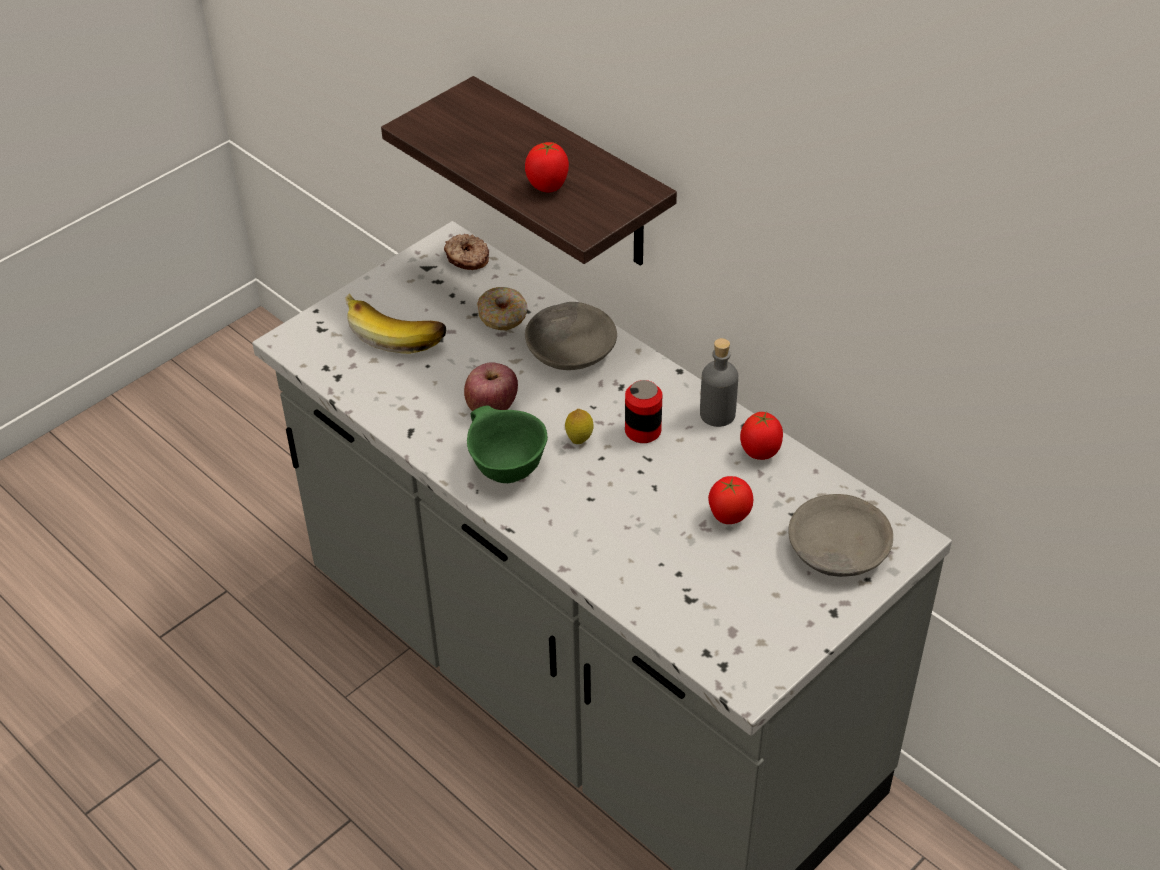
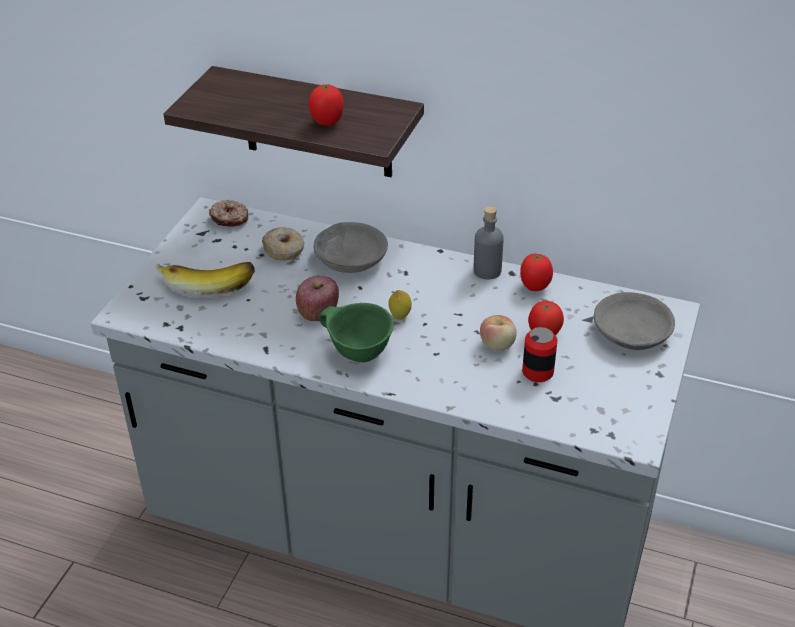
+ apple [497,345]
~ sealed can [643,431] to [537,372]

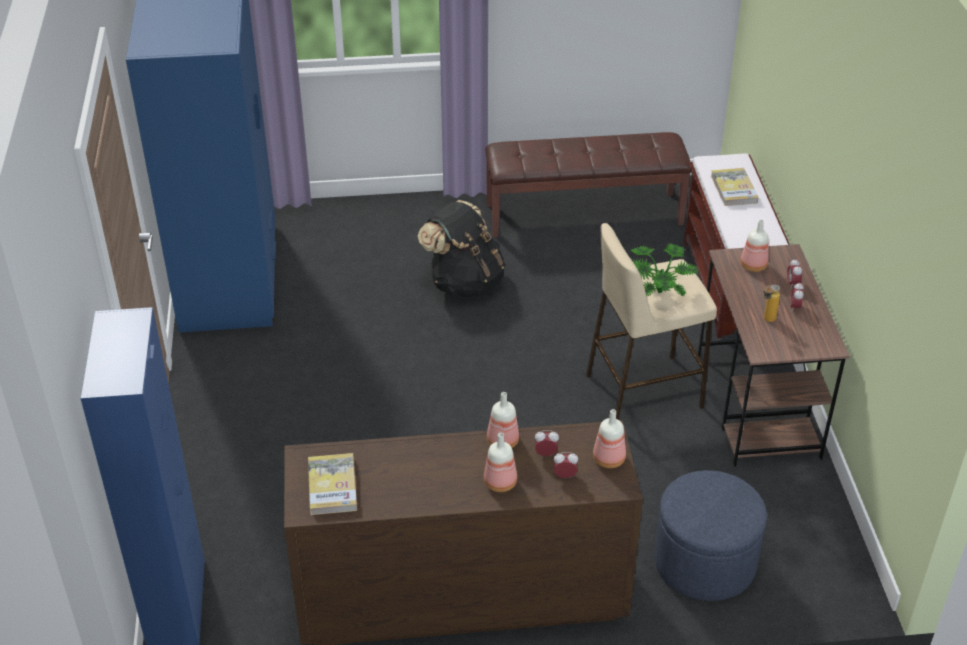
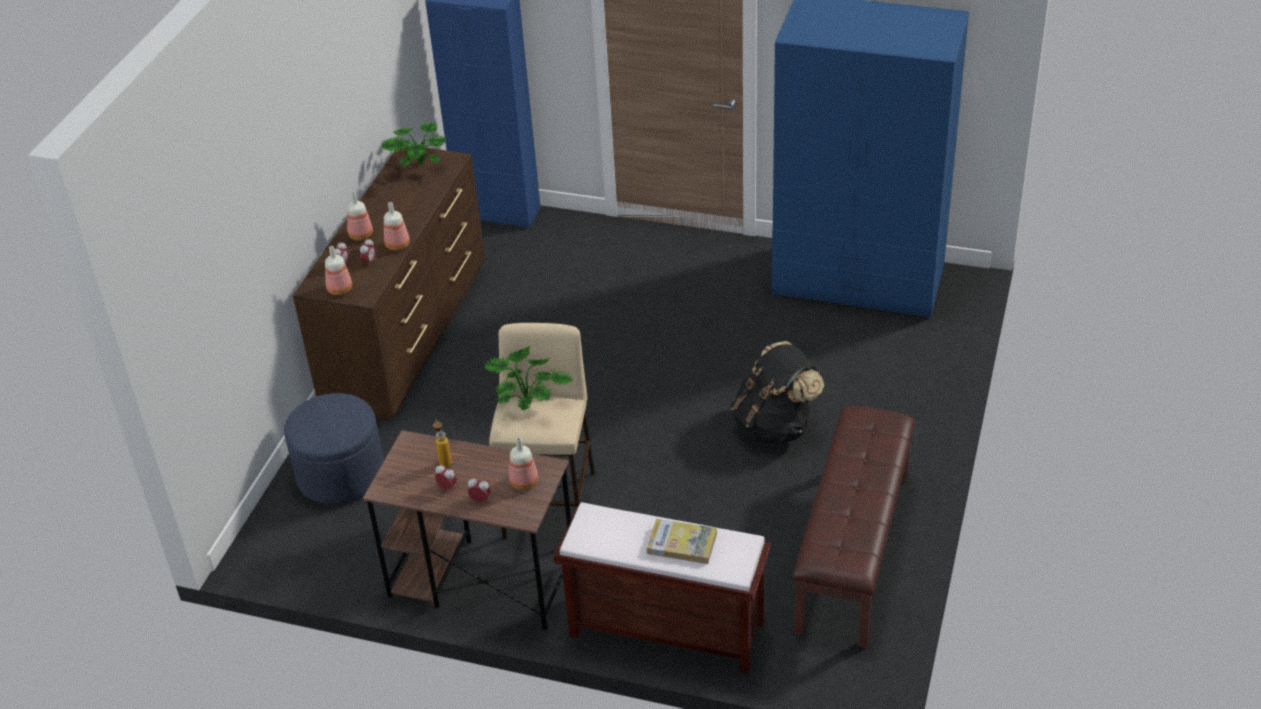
~ bound book [332,486] to houseplant [417,166]

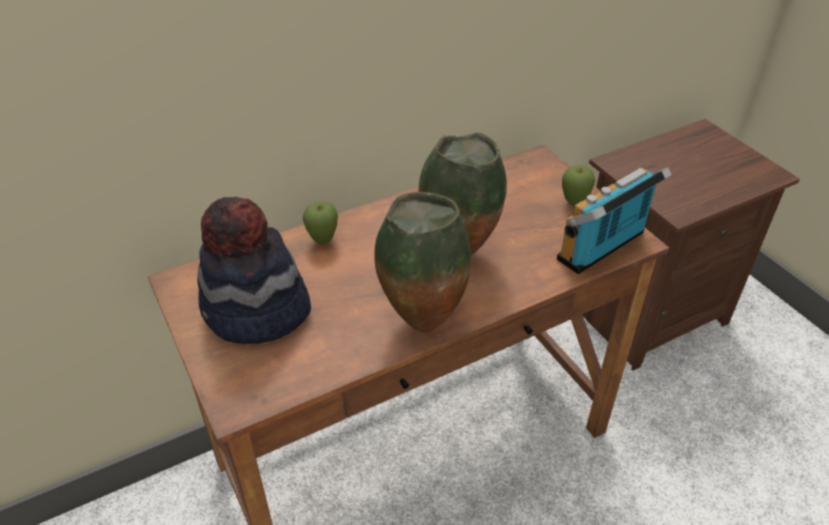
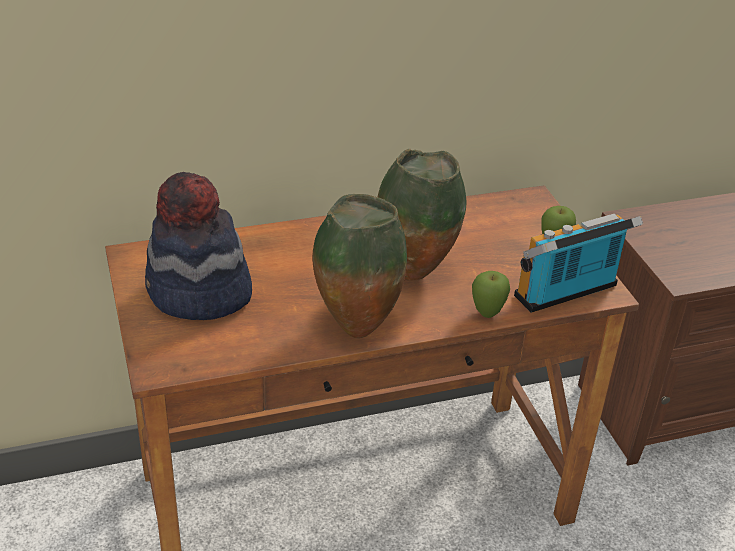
~ apple [323,240] to [487,314]

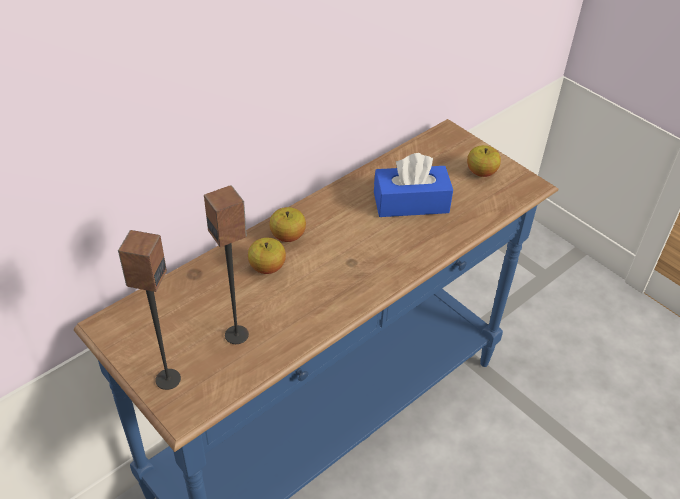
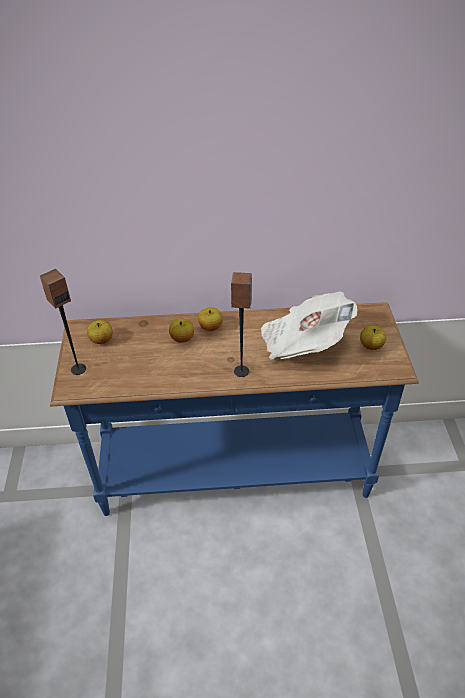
+ apple [101,340]
~ loudspeaker [237,334] to [241,371]
~ tissue box (blue-coloured) [411,203] to daily paper [303,342]

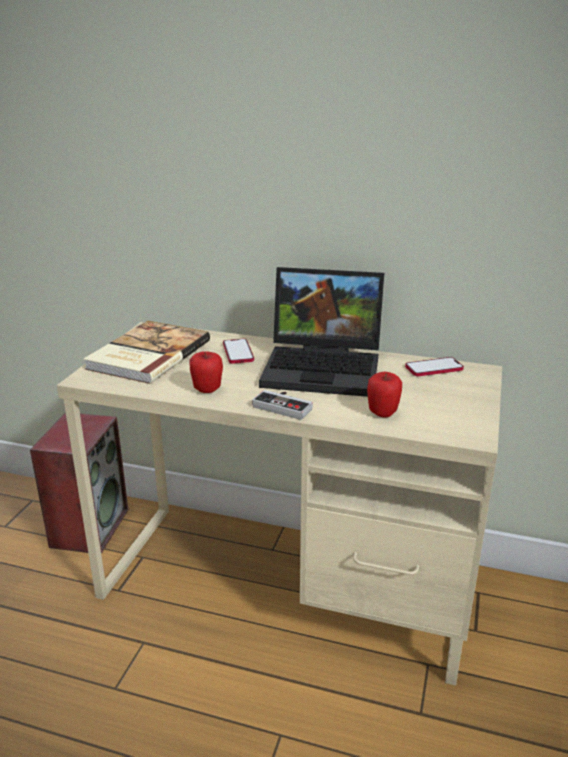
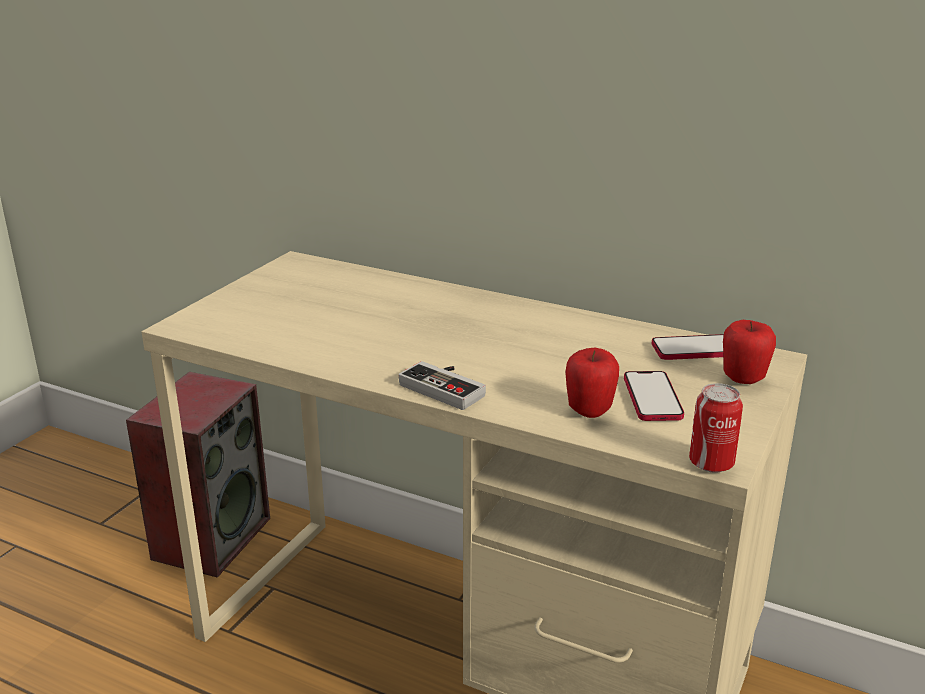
~ telephone [238,352] to [652,398]
+ sealed can [711,463]
~ apple [207,390] to [743,379]
- bound book [147,355]
- laptop [325,368]

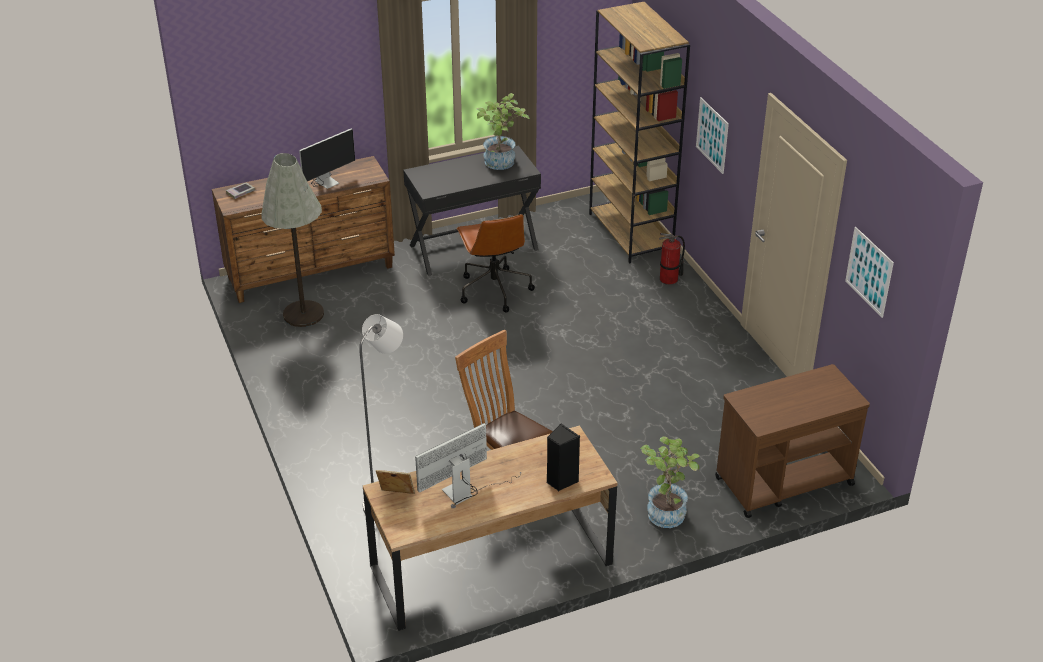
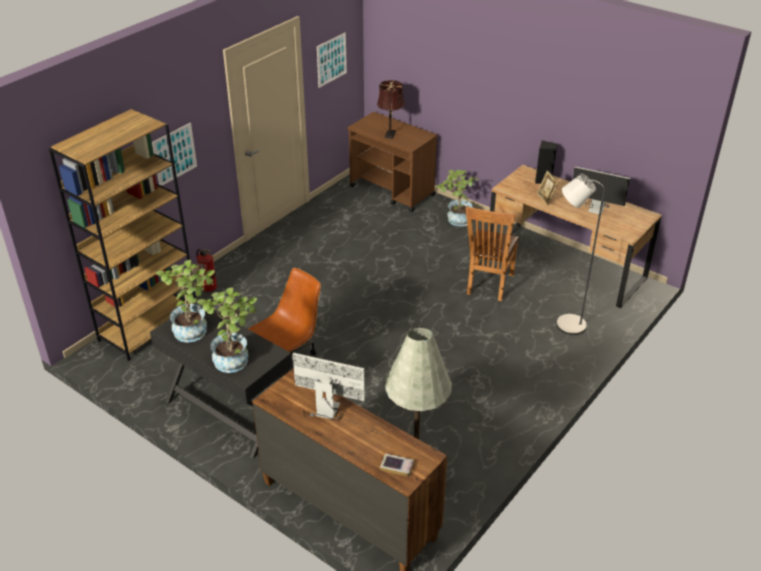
+ houseplant [234,358]
+ lamp for a table (brown) [390,134]
~ picture frame [396,496] to [546,198]

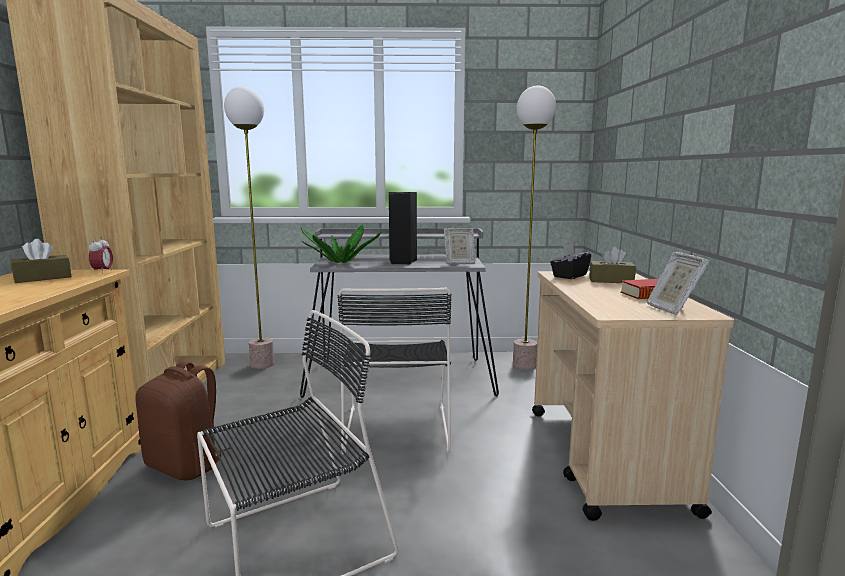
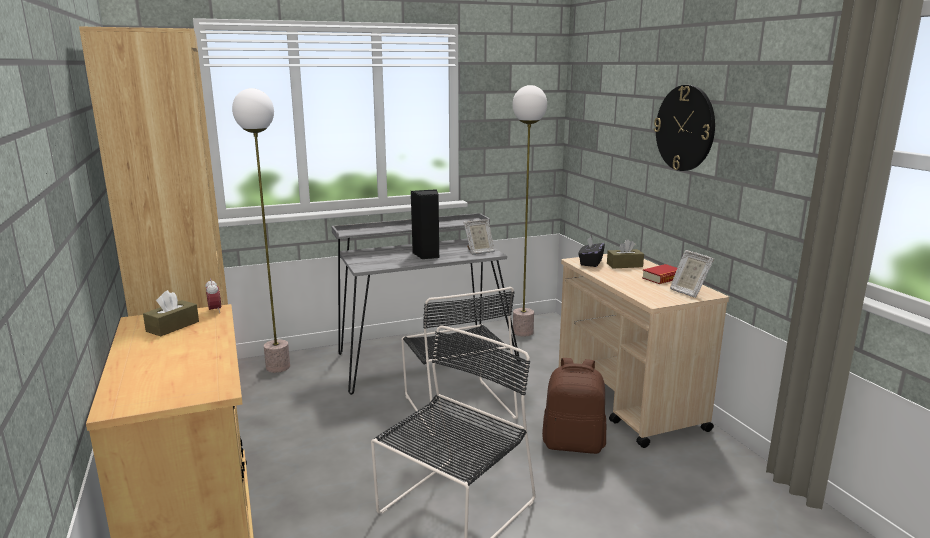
~ knapsack (brown) [186,465] to [573,444]
+ clock on the wall [685,128]
- houseplant [341,262]

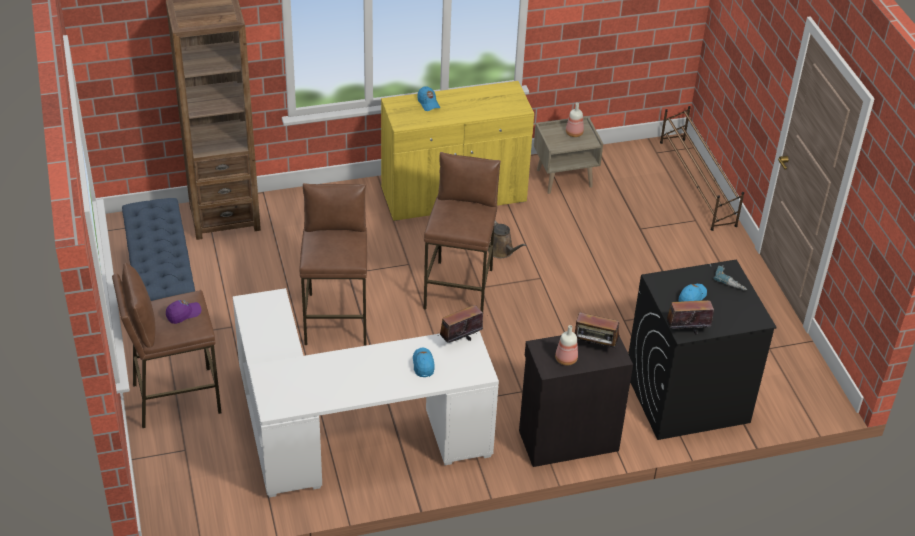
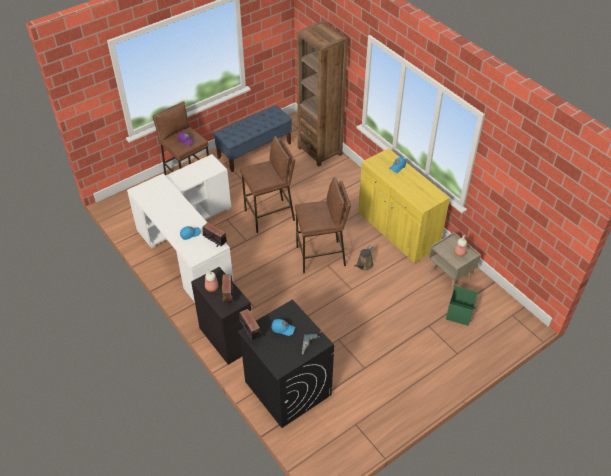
+ storage container (greenish) [460,313]
- shoe rack (brown) [697,183]

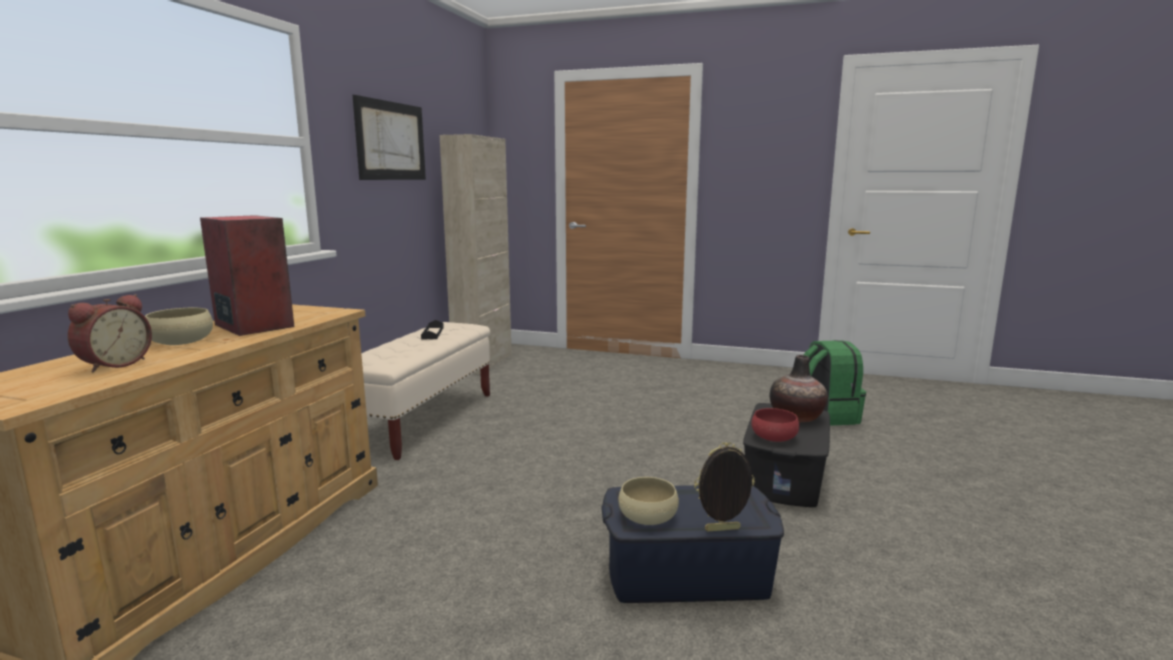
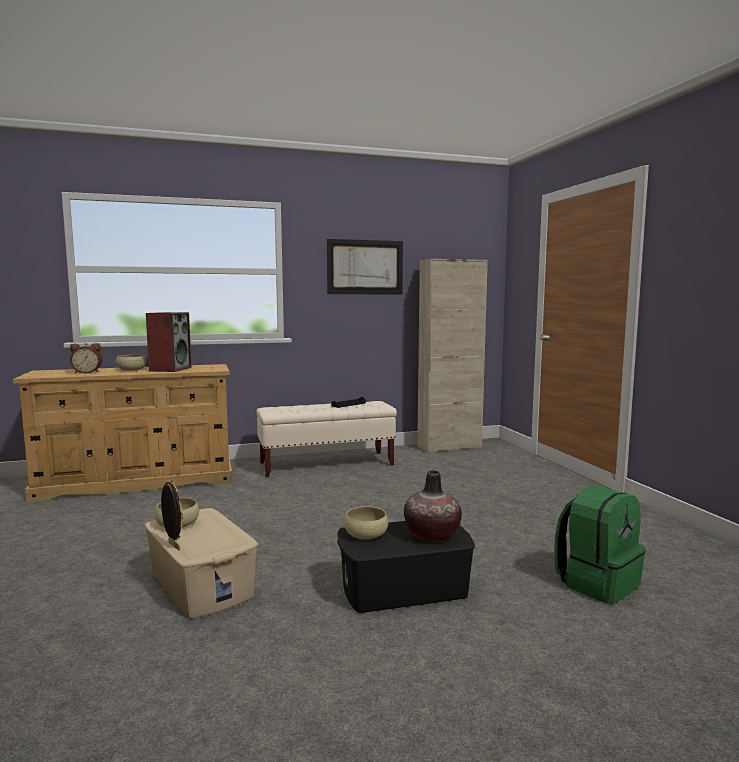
~ storage container (blue-coloured) [686,573] to storage container (sand-coloured) [202,584]
~ serving bowl (red-coloured) [774,437] to serving bowl (sand-coloured) [366,534]

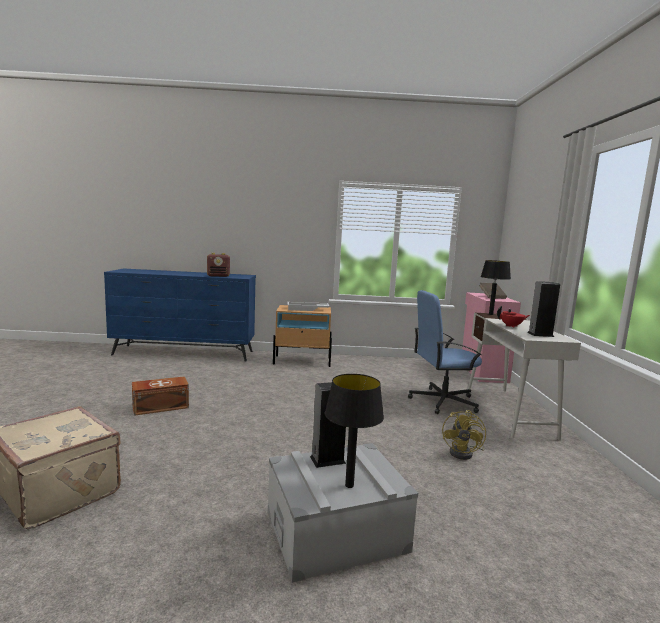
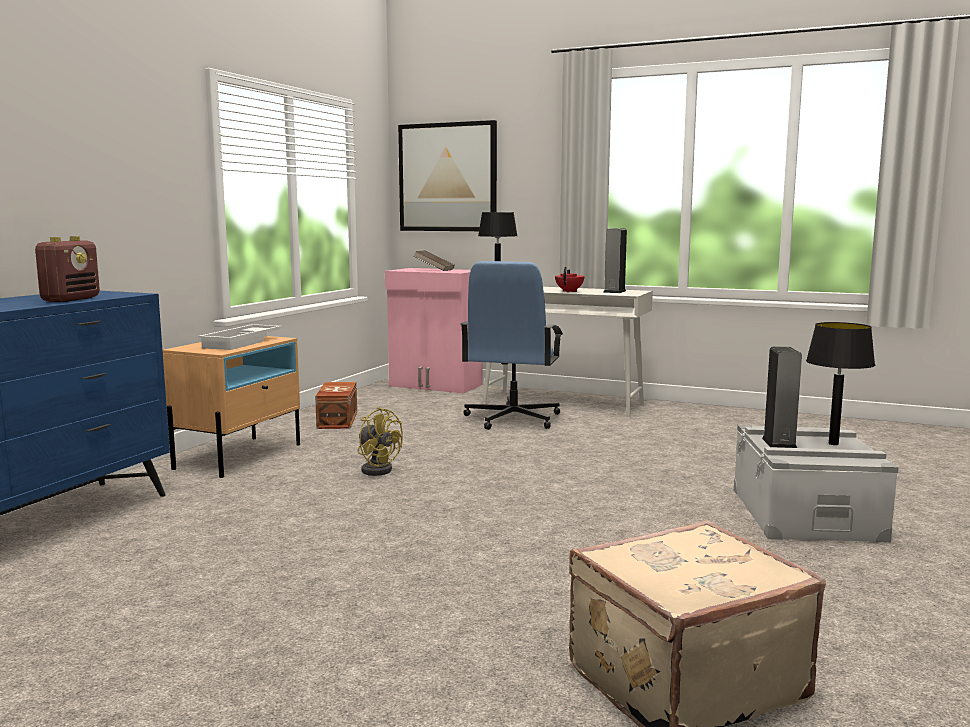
~ storage container (brown) [159,406] to [336,420]
~ electric fan (yellow-coloured) [465,453] to [377,469]
+ picture [448,177]

